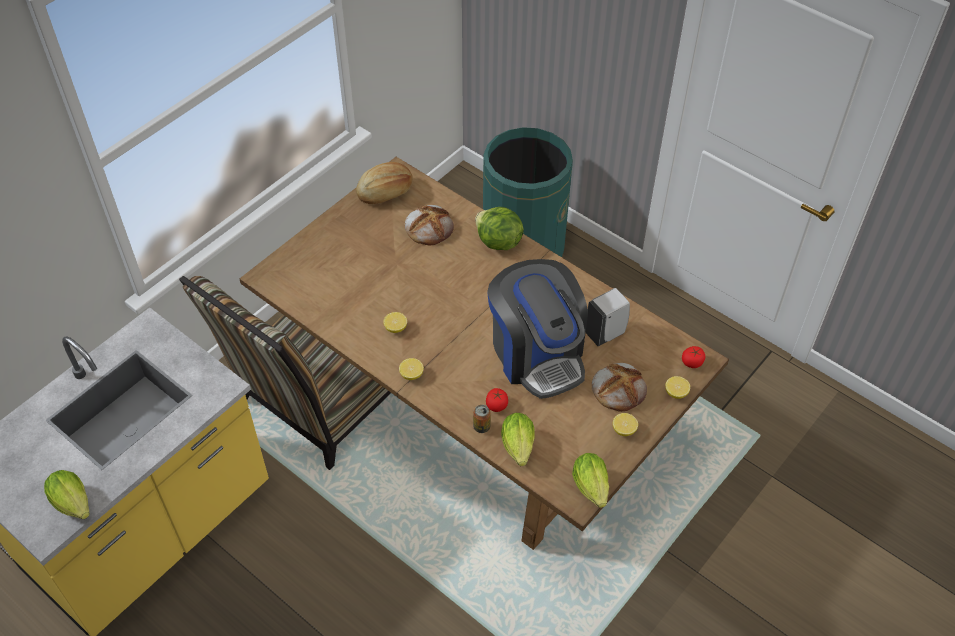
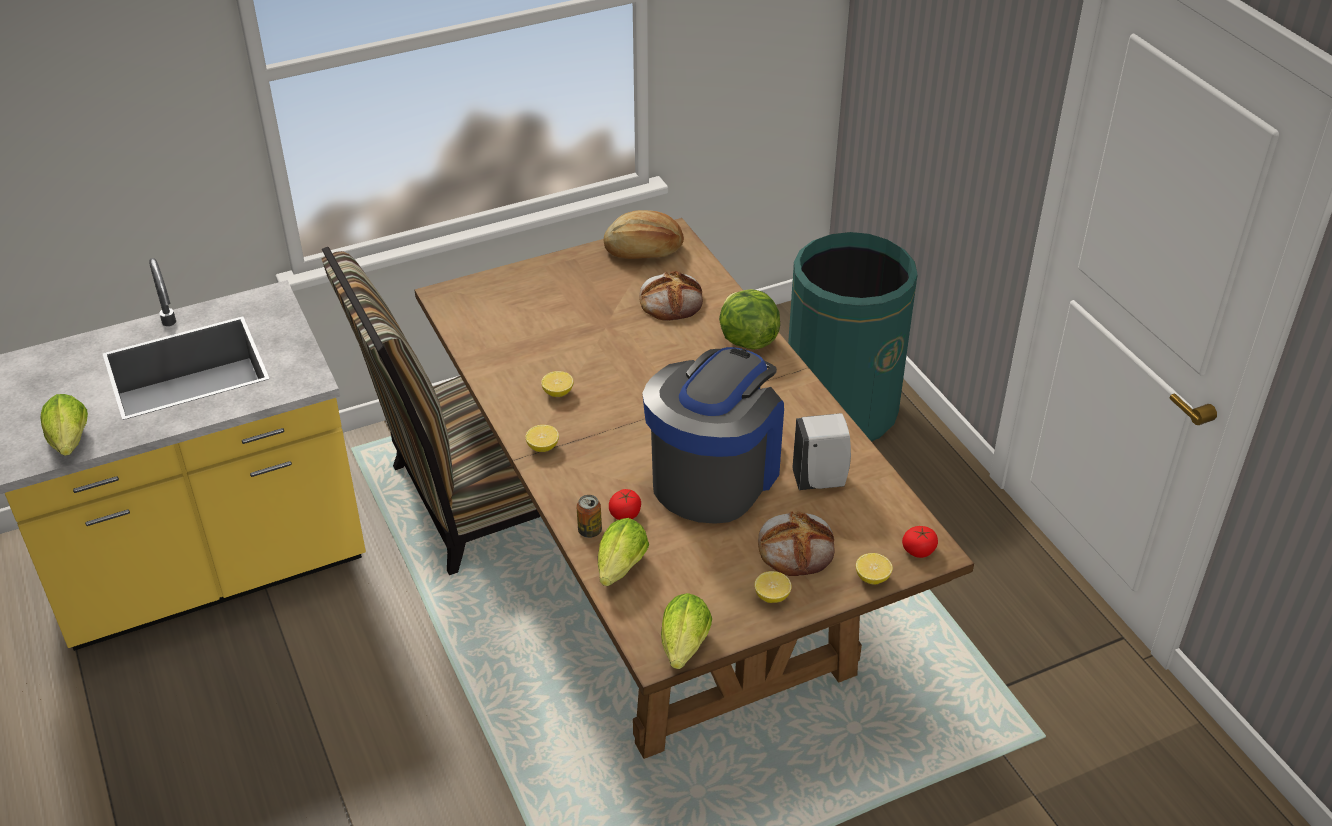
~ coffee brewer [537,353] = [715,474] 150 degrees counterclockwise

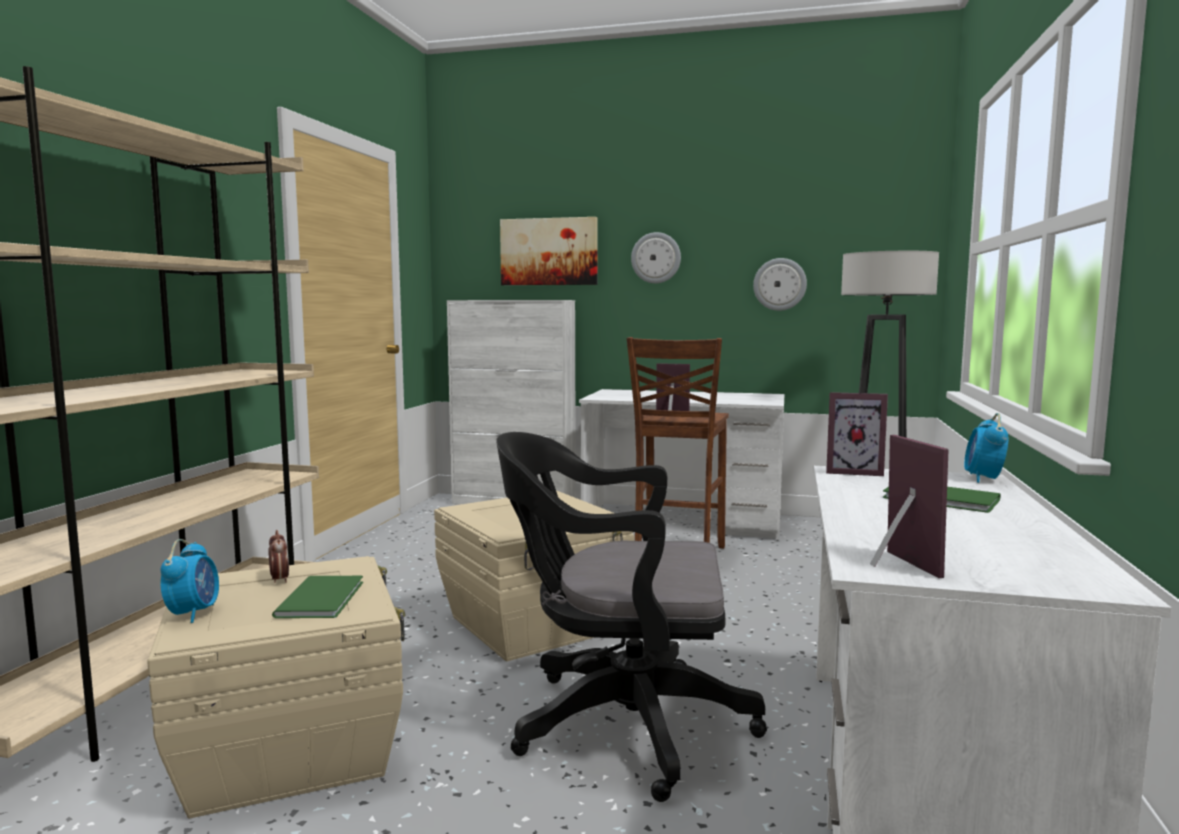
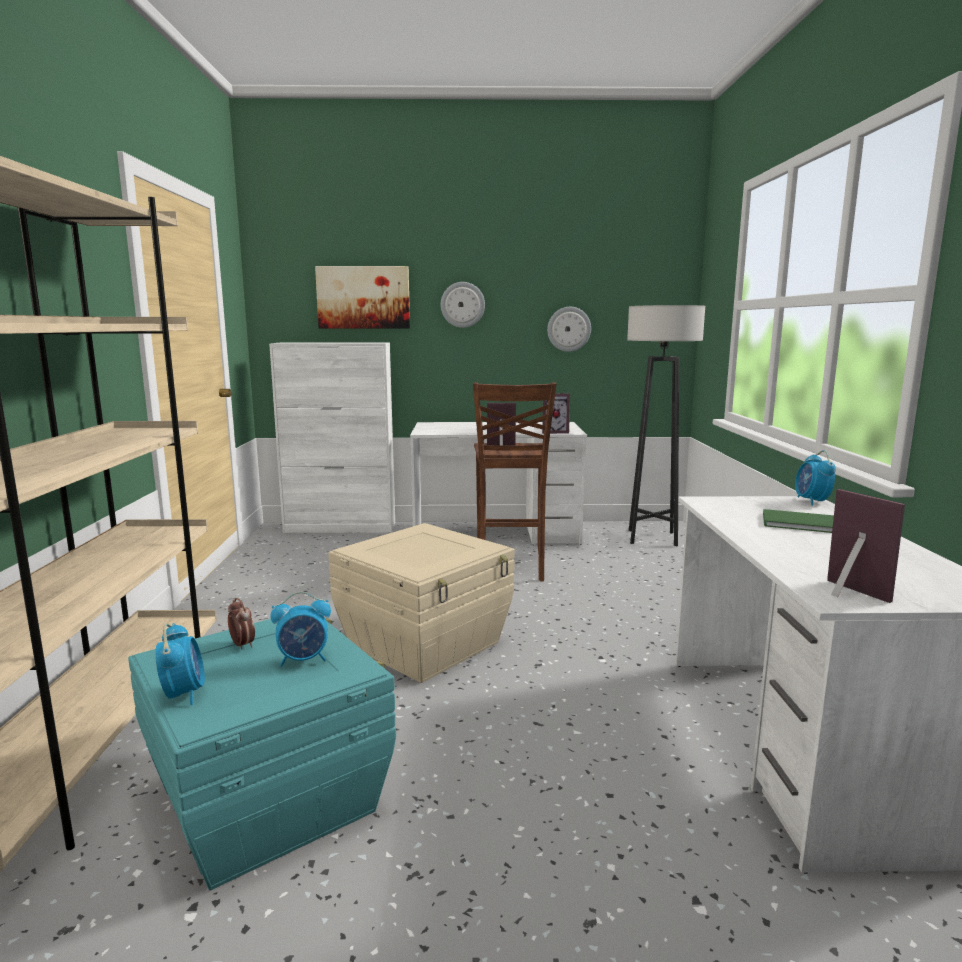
~ storage container (sand-coloured) [290,747] to storage container (turquoise-coloured) [269,798]
~ bound book (greenish) [324,598] to alarm clock [304,659]
~ picture frame [853,471] to [554,432]
- desk chair (blackish) [619,724]

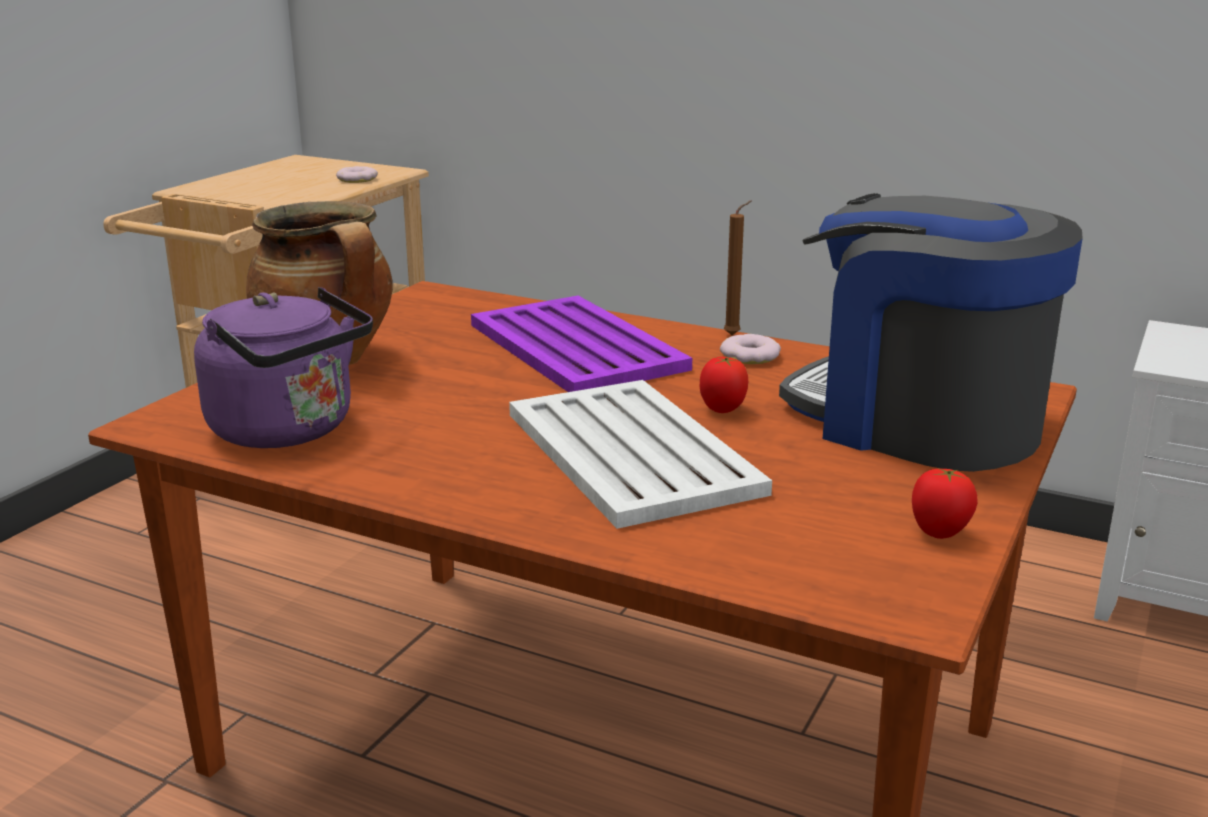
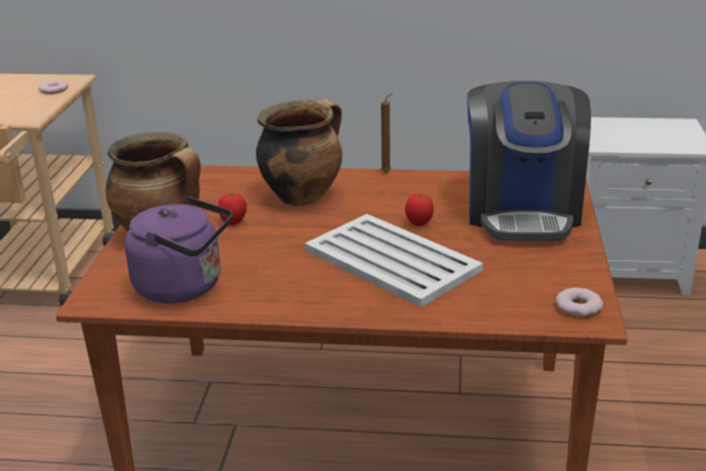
~ fresh tomato [939,533] to [233,223]
~ tray (purplish) [575,346] to cooking pot [302,196]
~ coffee brewer [917,422] = [523,211] 105 degrees counterclockwise
~ donut [750,356] to [579,307]

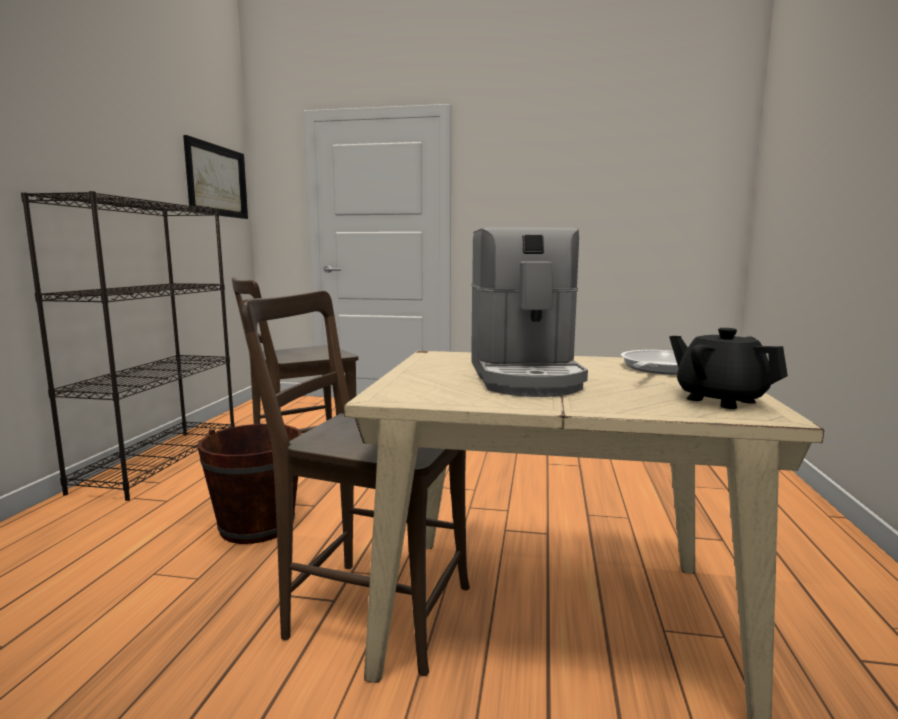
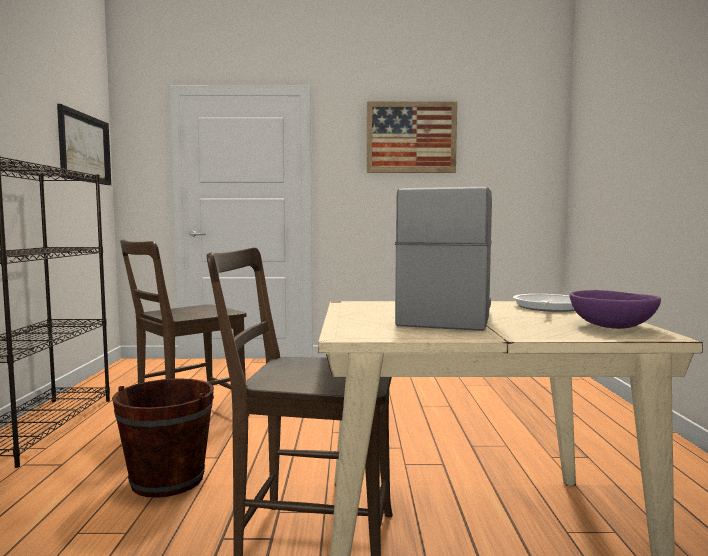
+ picture [411,137]
~ coffee brewer [525,376] = [446,317] 150 degrees counterclockwise
~ pot for tea (blackish) [720,400] to serving bowl (purplish) [613,327]

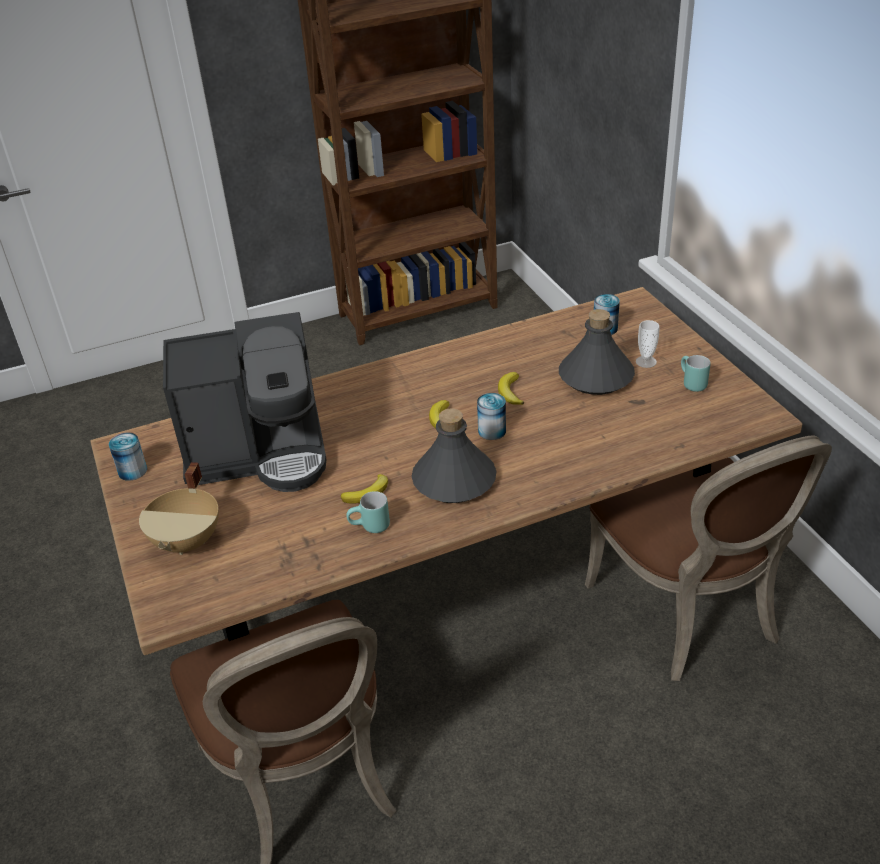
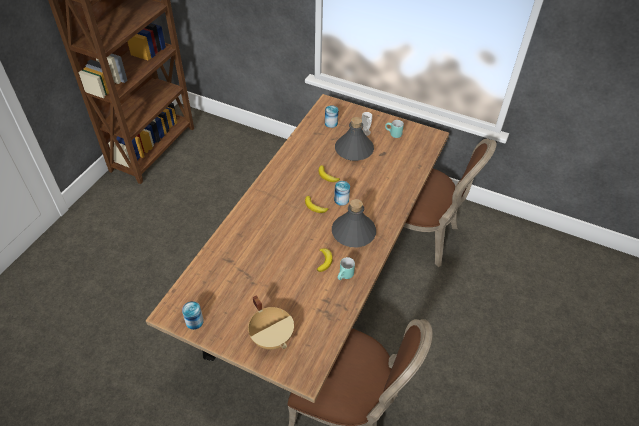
- coffee brewer [260,453]

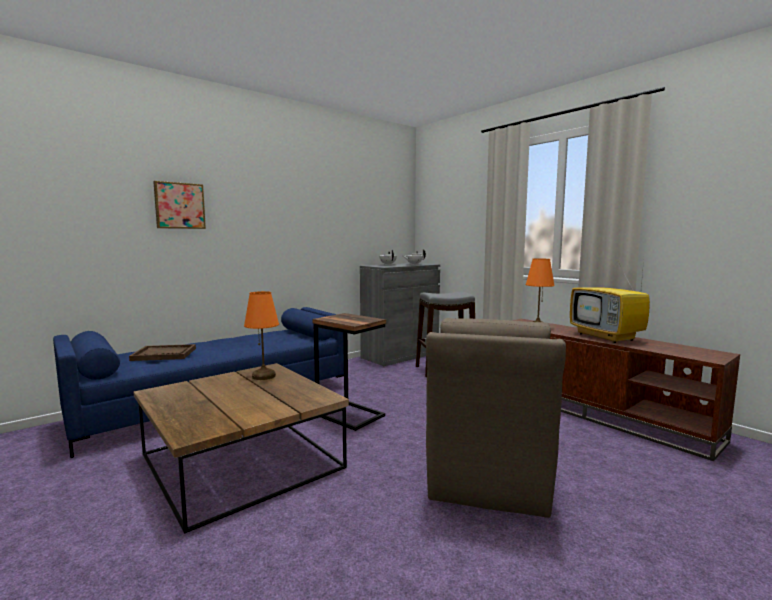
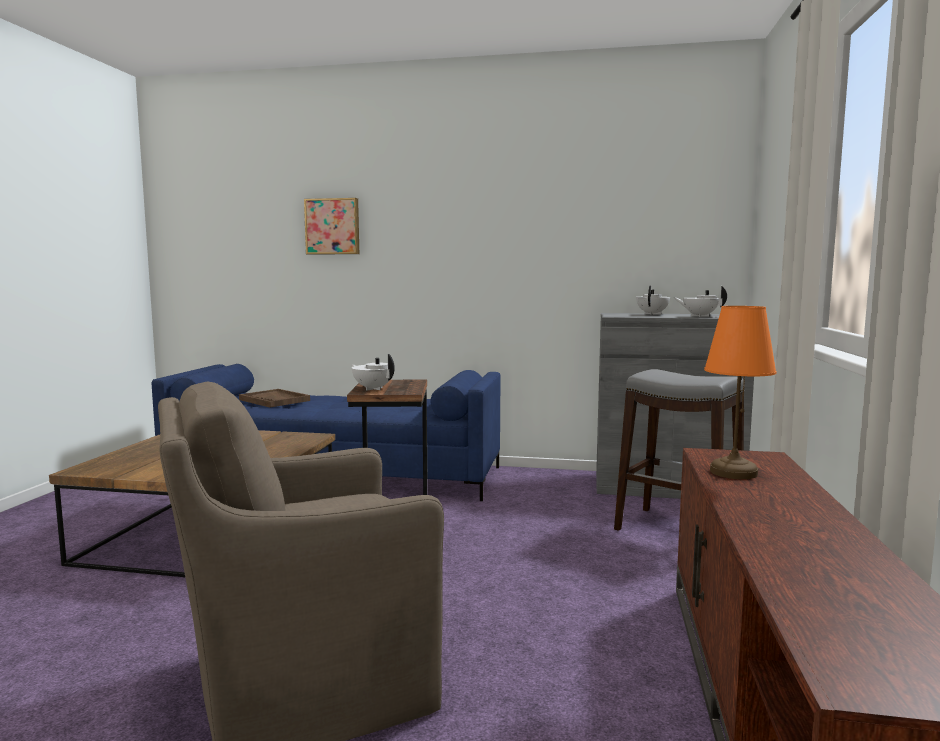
+ pot for tea (white) [373,389]
- lamp for a table (orangey) [264,376]
- television [607,337]

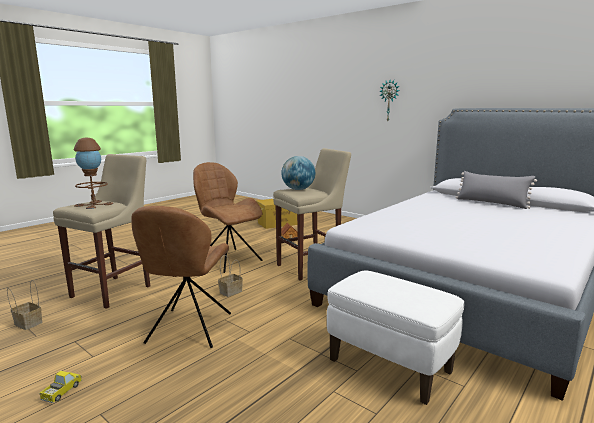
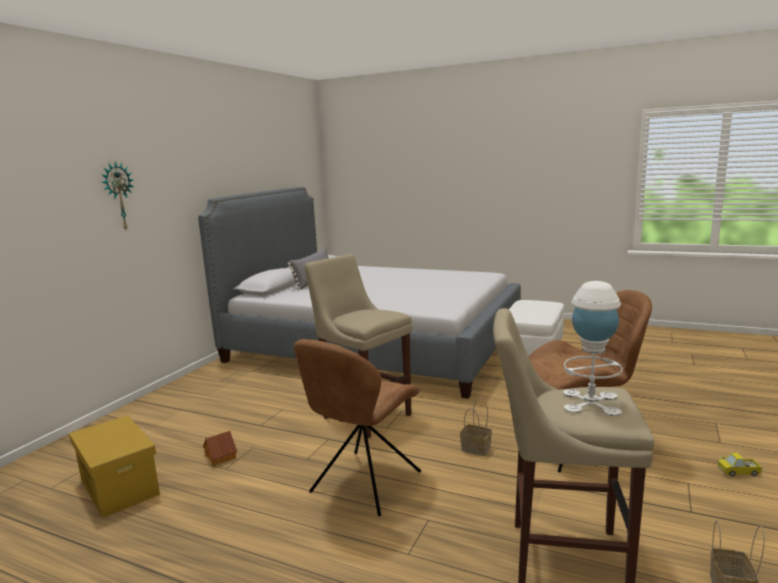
~ lamp for a table (brown) [94,204] to lamp for a table (white) [590,402]
- globe [298,189]

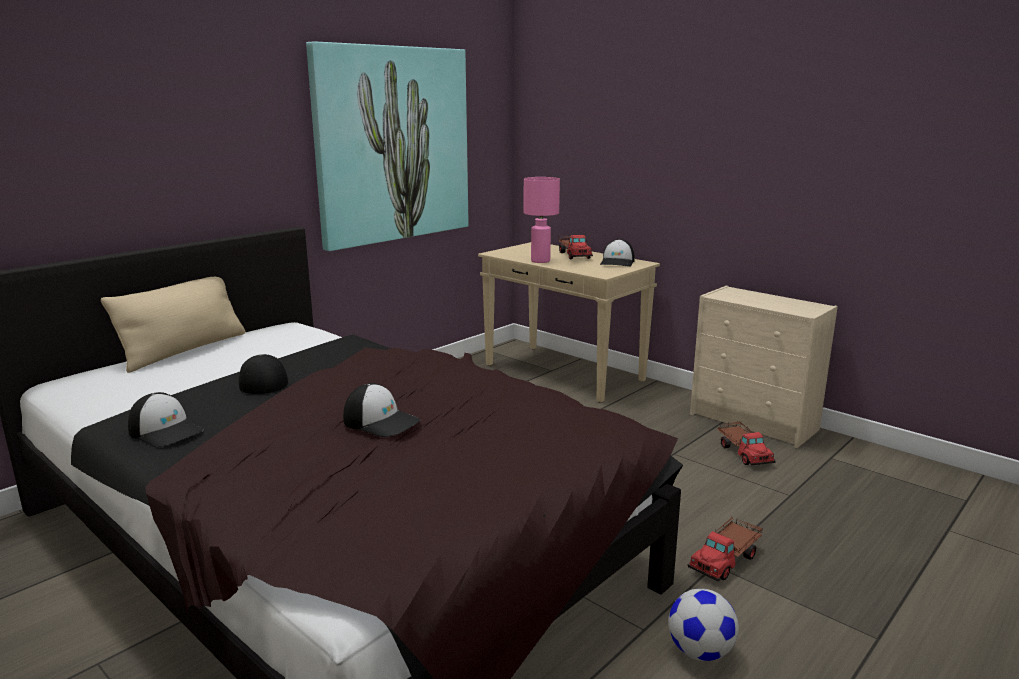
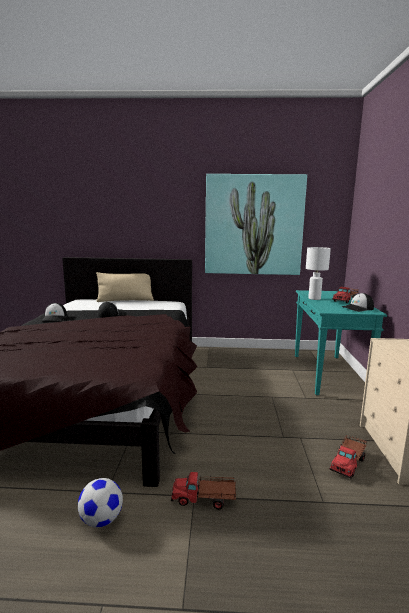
~ console table (sand-coloured) [565,373] to console table (turquoise-coloured) [328,374]
~ lamp for a table (pinkish) [540,261] to lamp for a table (white) [314,298]
- peaked cap [381,421]

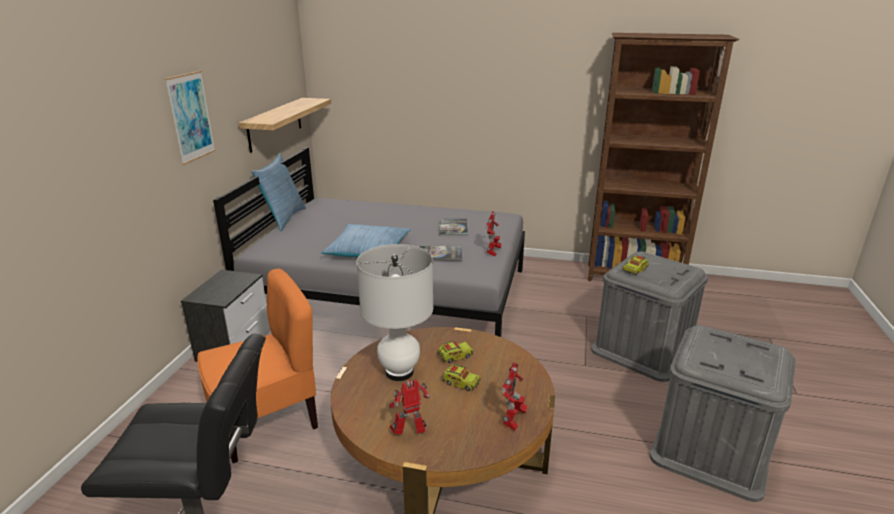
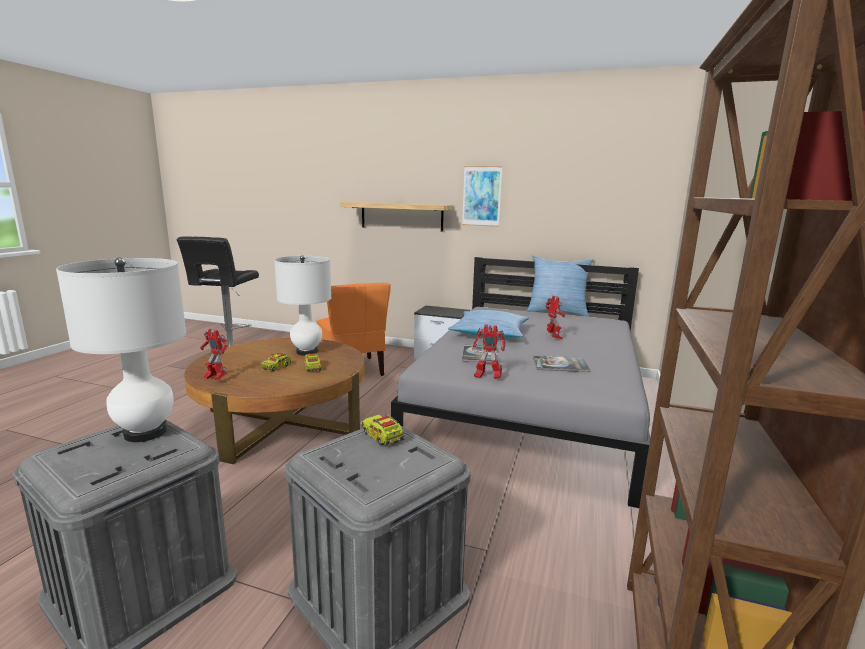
+ lamp for a table (white) [145,433]
~ shelf [275,124] to [401,216]
~ toy robot [410,433] to [553,337]

